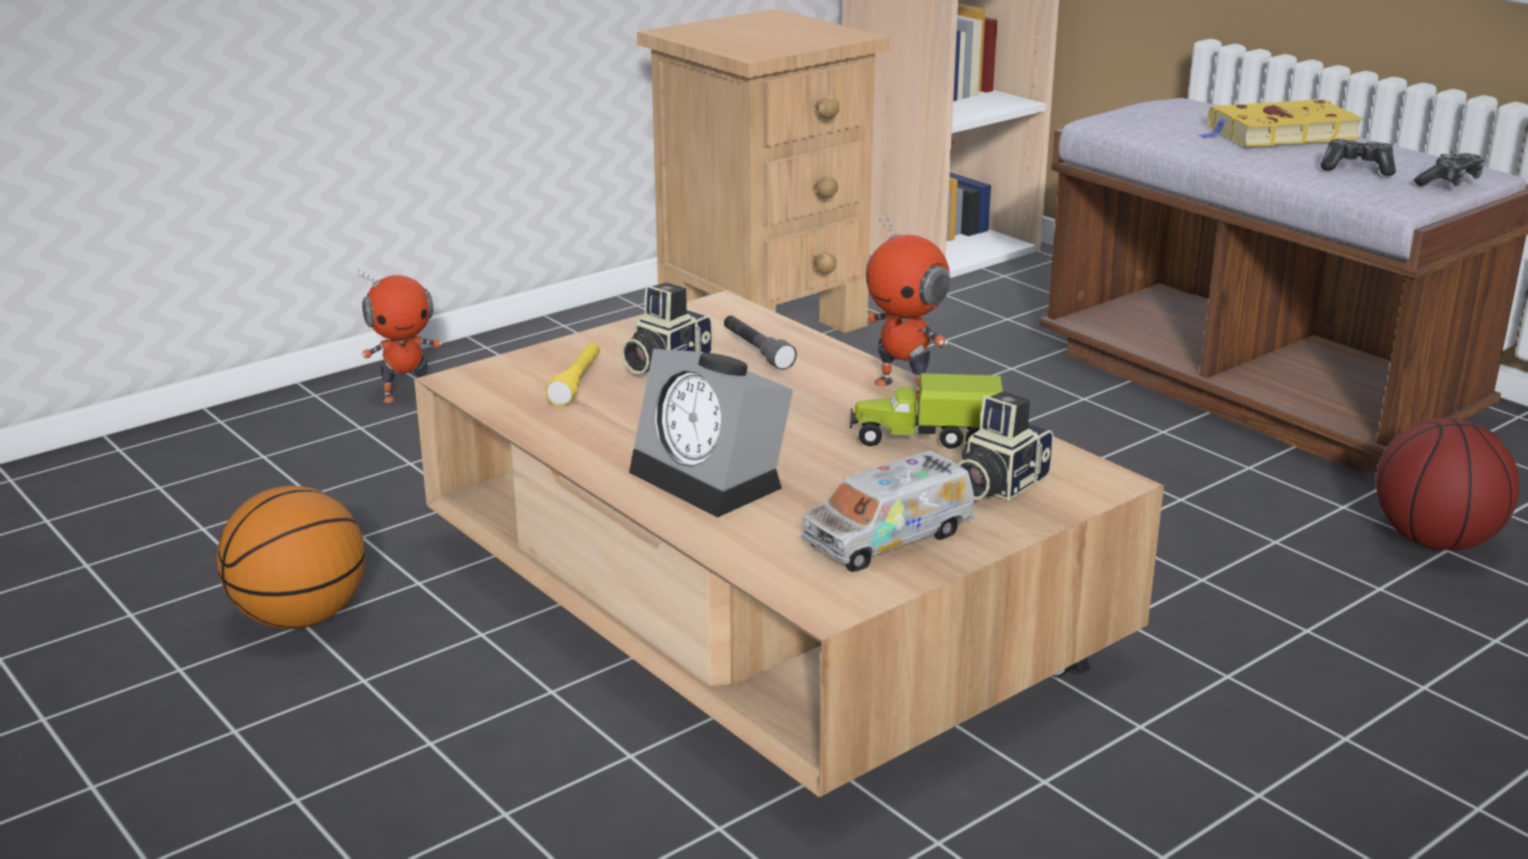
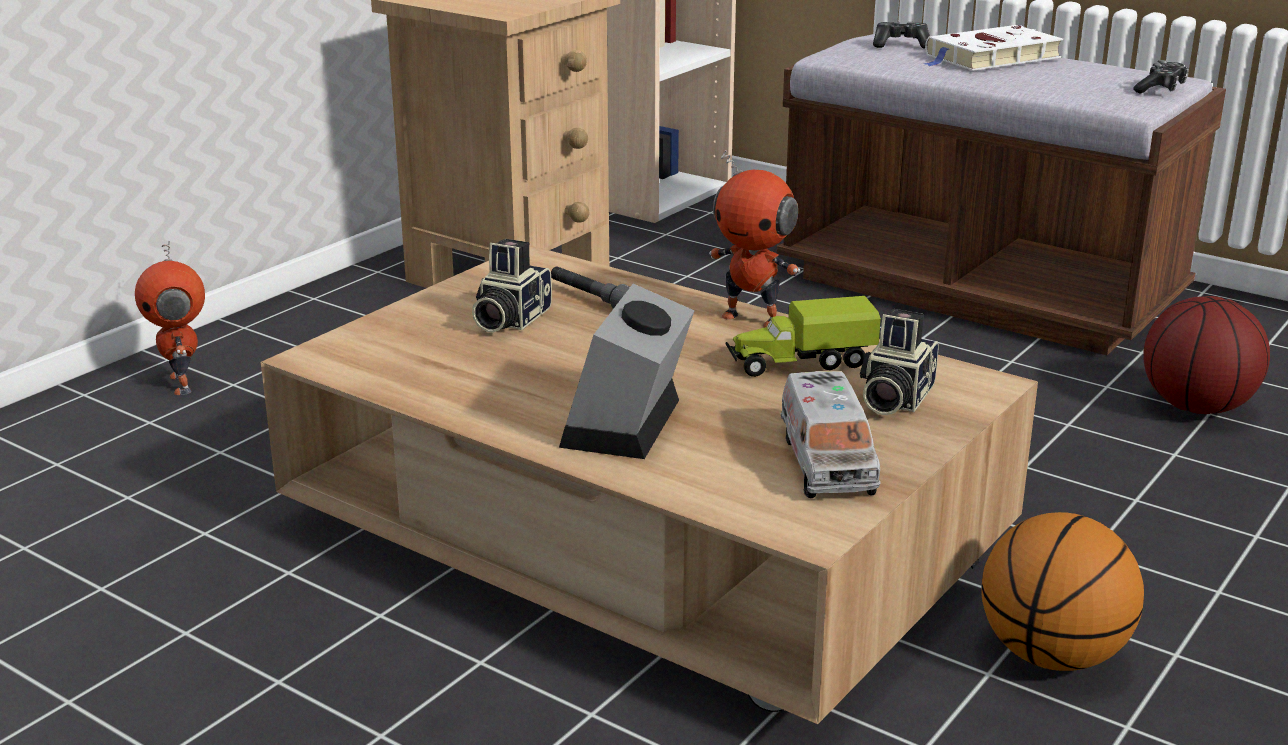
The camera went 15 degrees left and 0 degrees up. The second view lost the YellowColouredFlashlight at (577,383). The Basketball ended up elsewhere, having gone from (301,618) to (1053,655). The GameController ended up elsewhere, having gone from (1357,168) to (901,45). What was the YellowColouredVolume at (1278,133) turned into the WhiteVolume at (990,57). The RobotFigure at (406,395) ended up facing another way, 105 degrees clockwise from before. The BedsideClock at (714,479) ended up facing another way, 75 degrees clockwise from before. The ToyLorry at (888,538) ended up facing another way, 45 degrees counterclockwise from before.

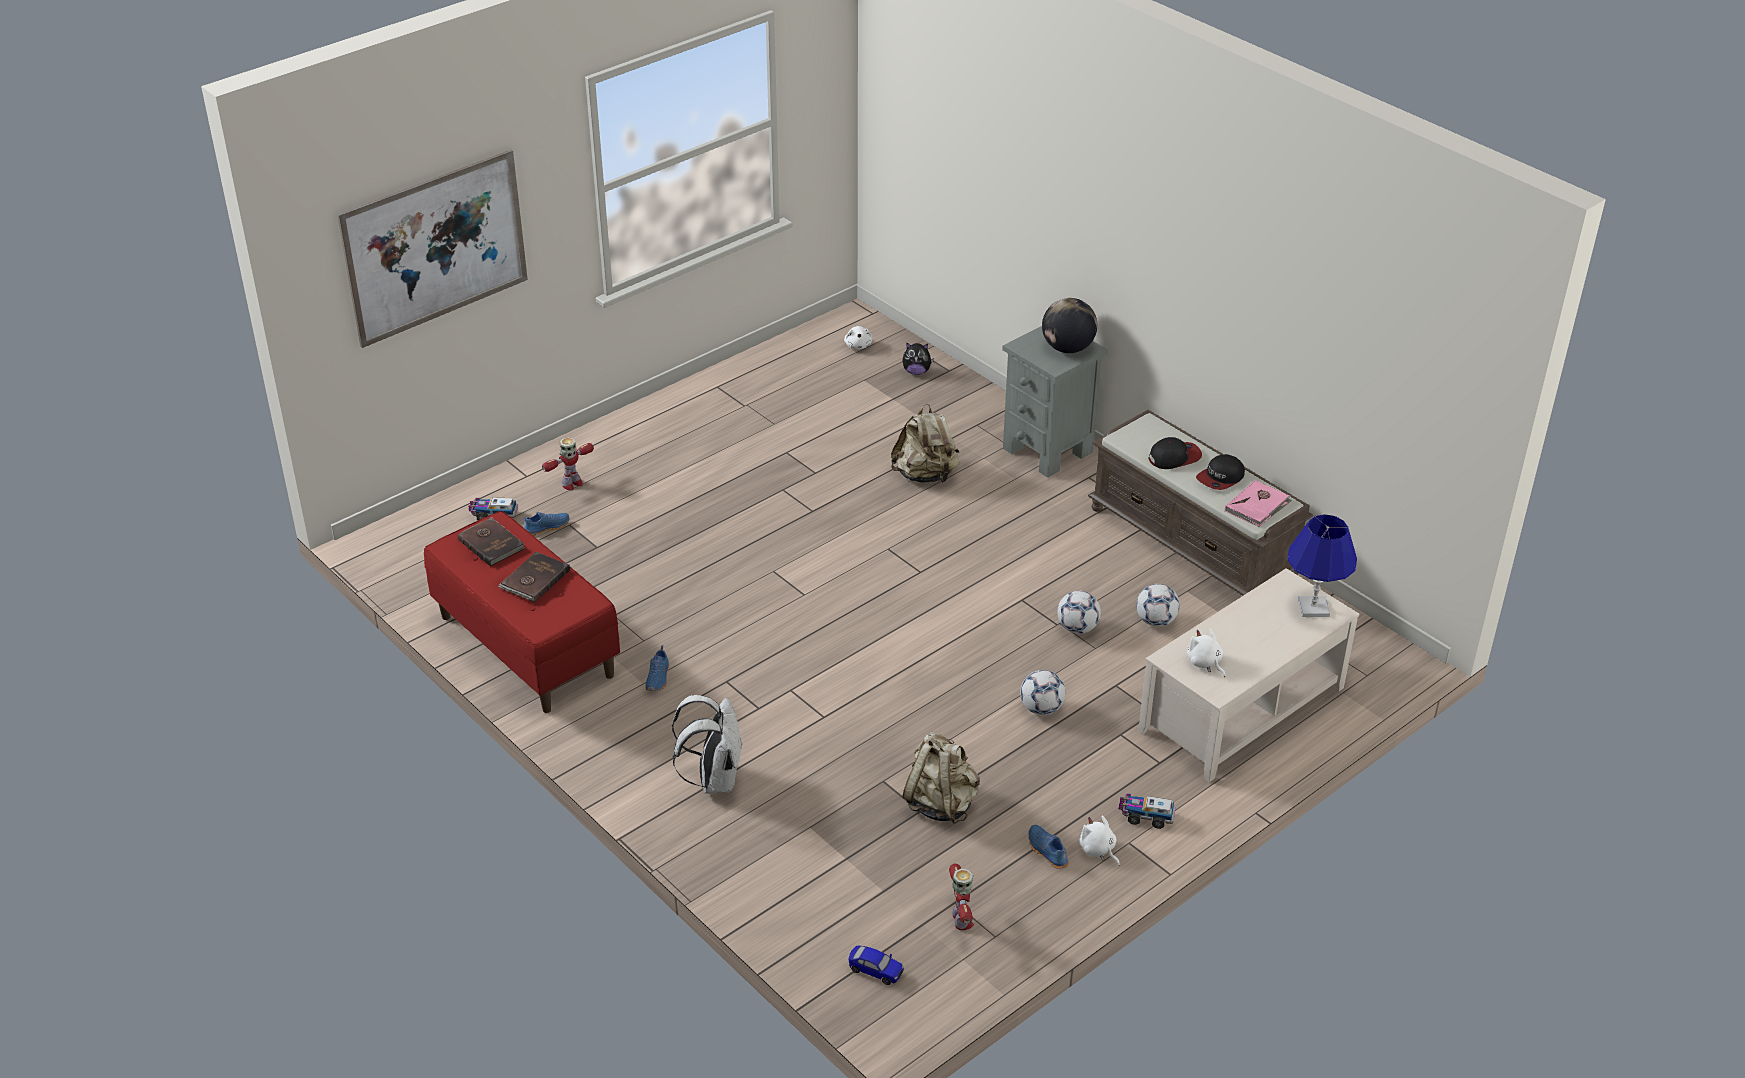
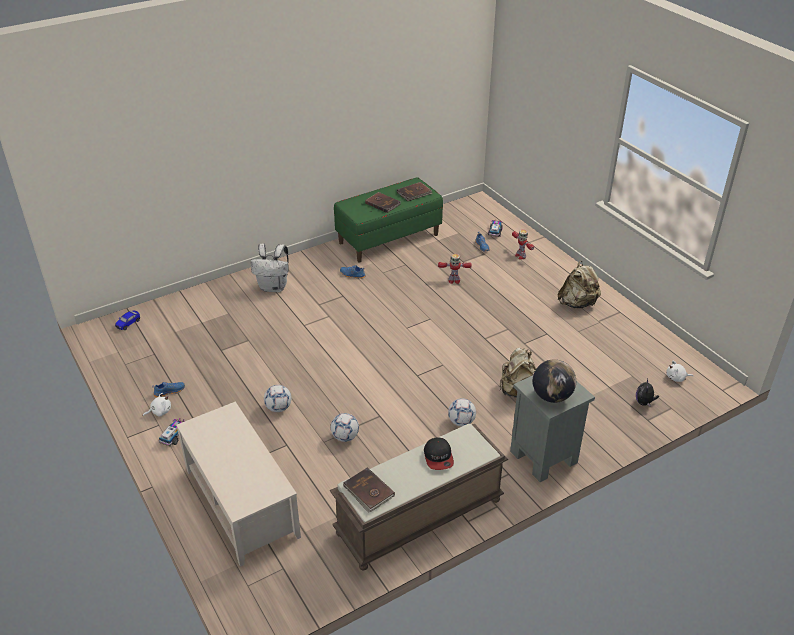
The camera went 100 degrees right and 0 degrees up. The second view lost the WallArt at (435,247). The second view lost the WhiteSoftToy at (1205,663). The second view lost the Cap at (1220,478). The second view lost the BluishTableLamp at (1313,607). The SandColouredBackpack ended up elsewhere, having gone from (941,803) to (577,303). The RobotFigure ended up elsewhere, having gone from (961,920) to (454,280). The FootballBall ended up elsewhere, having gone from (1155,621) to (461,422). What was the RedIndoorBench at (525,646) turned into the GreenishIndoorBench at (388,238). What was the PinkColouredVolume at (1257,506) turned into the BrownVolume at (368,491).

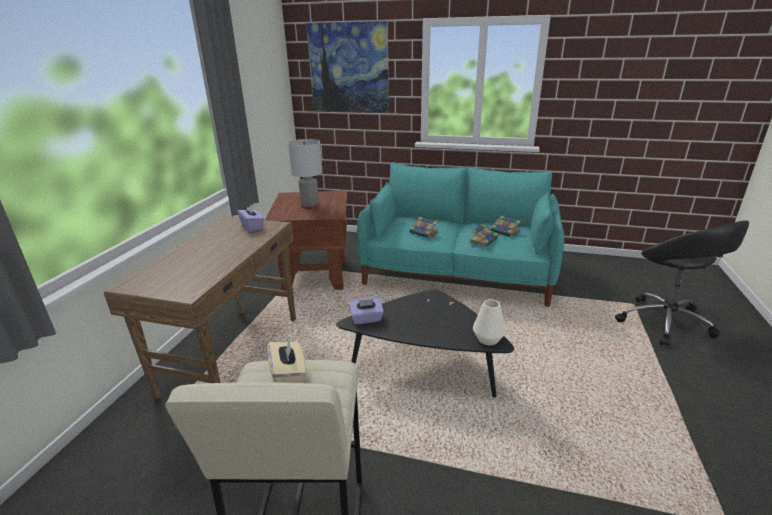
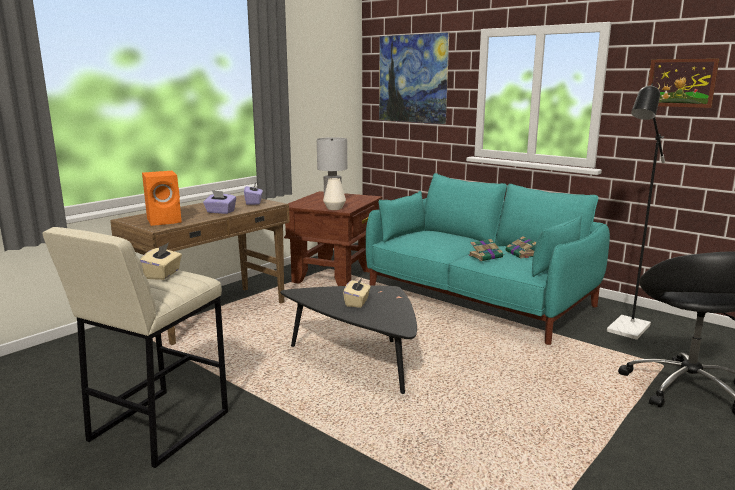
The camera went 25 degrees right and 10 degrees down. The second view lost the Volume at (424,233). The second view gained the OrangeySpeaker at (165,220). The second view gained the SandColouredTissueHolder at (357,302). The second view gained the BlackStandardLamp at (625,331). The second view gained the WallArt at (681,83). The PurpleColouredTissueHolder ended up elsewhere, having gone from (366,319) to (220,212). The WhiteDecorativeVase ended up elsewhere, having gone from (488,339) to (334,208).

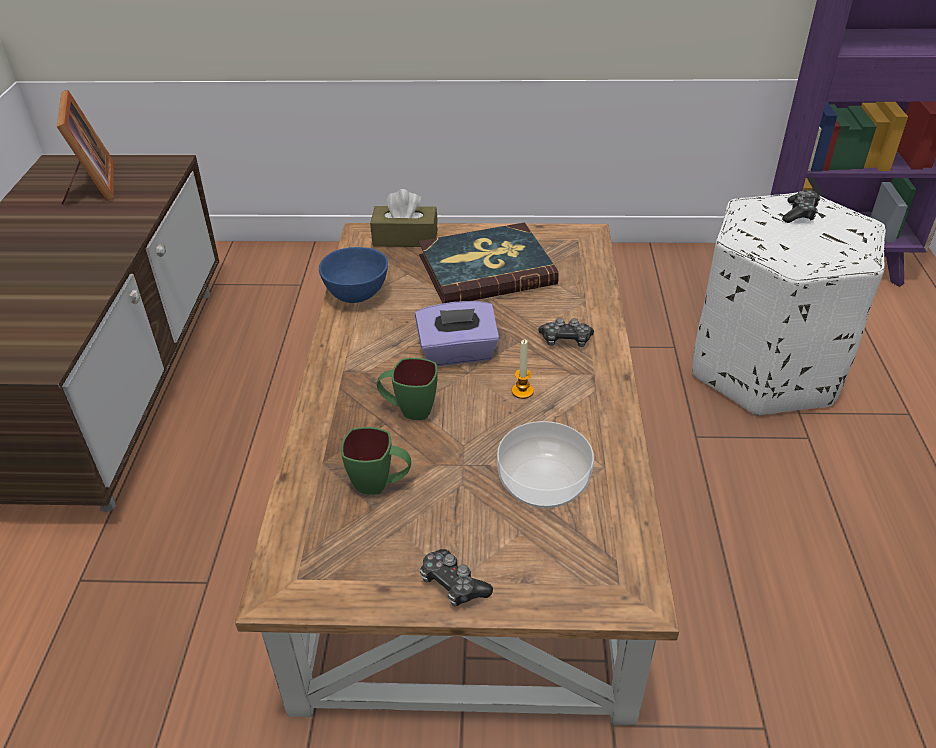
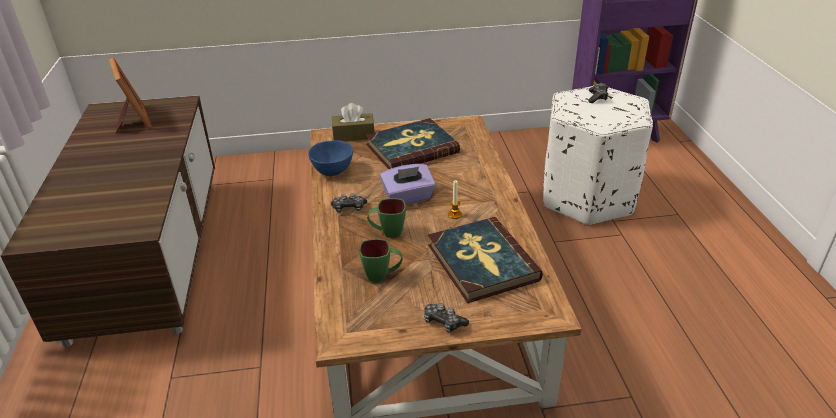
The camera went 10 degrees left and 5 degrees down. The GameController ended up elsewhere, having gone from (565,340) to (349,208). Where the DeepDish stood at (543,483), the Volume came to stand at (481,262).

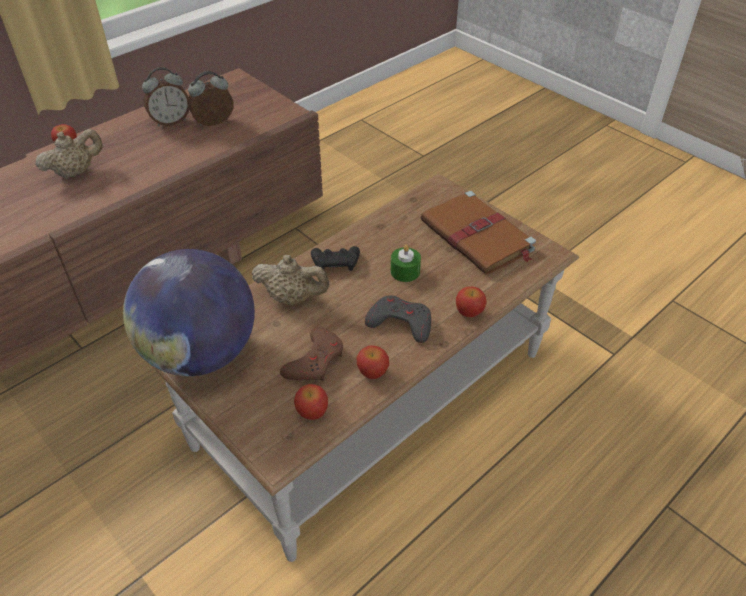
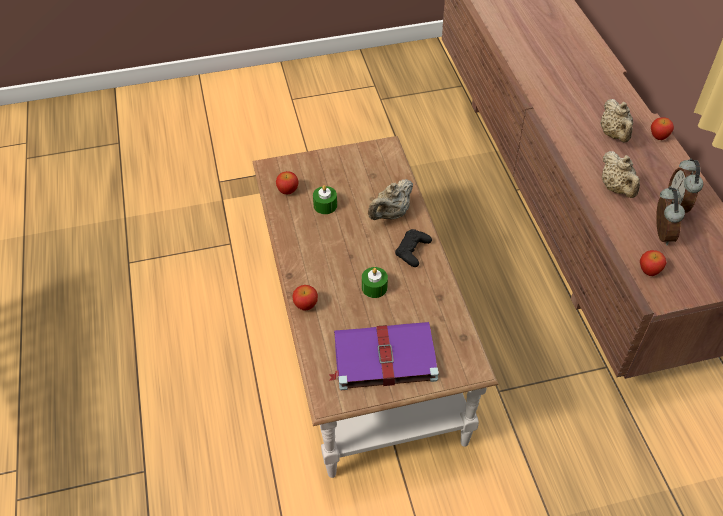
The camera went 120 degrees right and 5 degrees up. The second view lost the Globe at (201,353). The second view lost the GreyishGameController at (400,322). The second view gained the SandColouredPotForTea at (616,188). The Apple ended up elsewhere, having gone from (372,372) to (649,270). Where the BrownGameController stood at (315,361), the GreenishWaxLight came to stand at (325,205). What was the BrownVolume at (478,237) turned into the PurpleColouredVolume at (383,357).

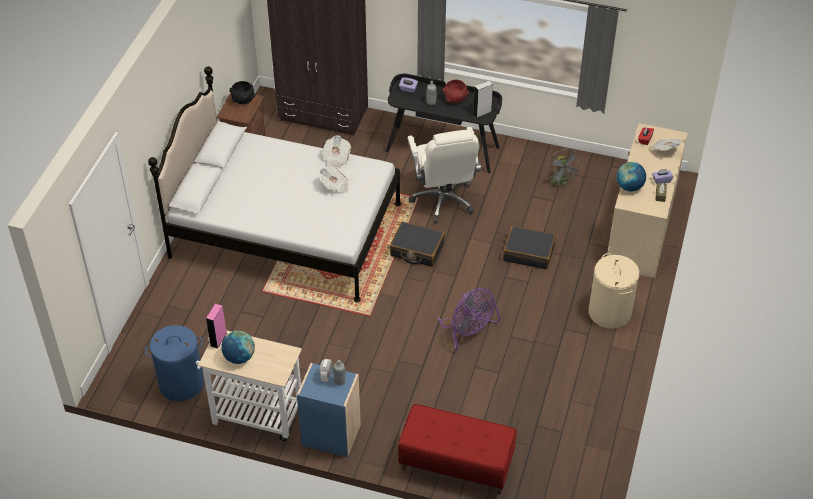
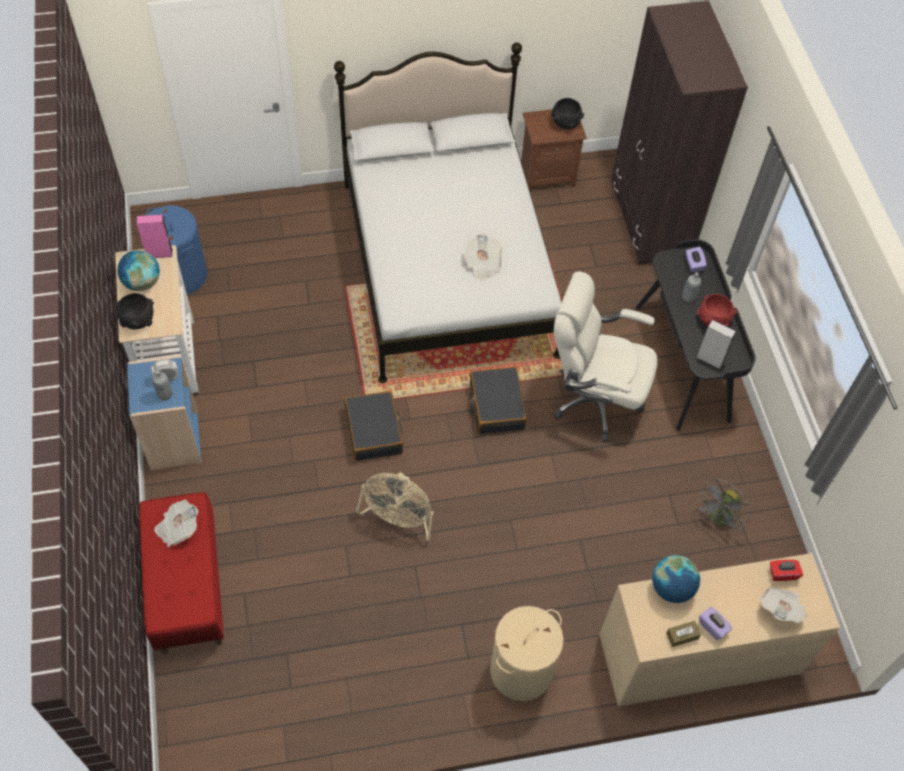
The camera went 60 degrees right and 10 degrees up. The second view gained the BlackDeepDish at (137,321). The DailyPaper ended up elsewhere, having gone from (336,158) to (178,528). The BlackPieceOfLuggage ended up elsewhere, having gone from (528,253) to (374,431). What was the PurpleColouredElectricFan at (467,331) turned into the SandColouredElectricFan at (398,513). The WhiteComputerChair at (443,201) ended up facing another way, 60 degrees clockwise from before.

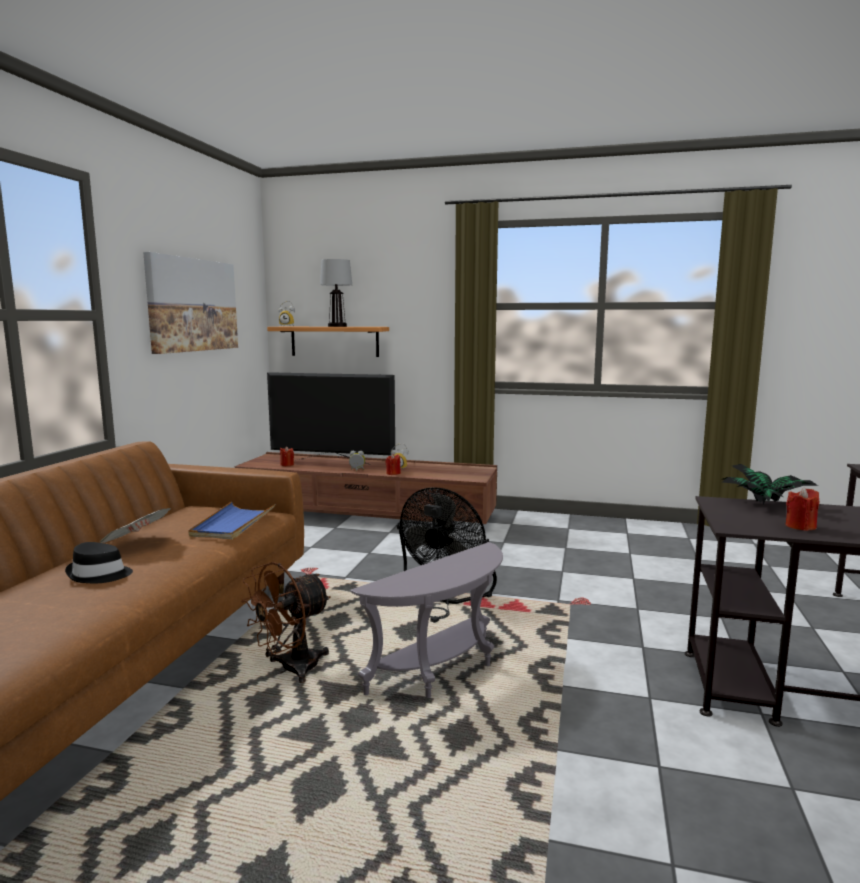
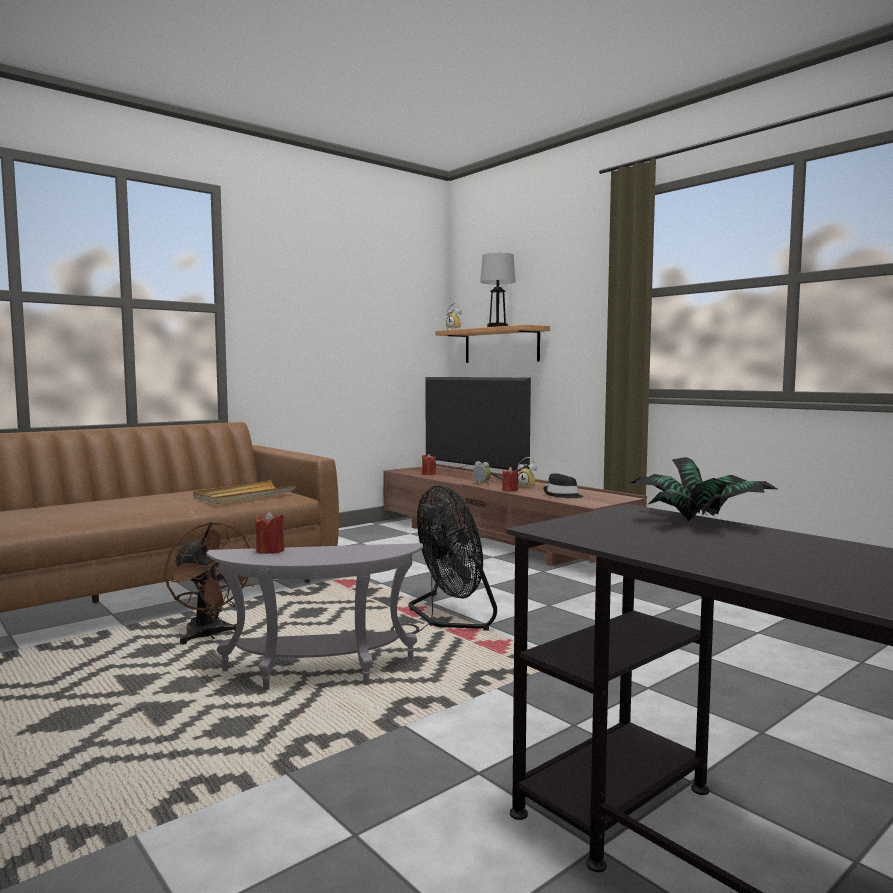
The camera went 35 degrees right and 5 degrees down. The second view lost the DailyPaper at (135,544). The second view lost the WallArt at (192,305). The BlackWearableHat ended up elsewhere, having gone from (99,575) to (562,495). The RedWaxLight ended up elsewhere, having gone from (800,526) to (270,551). What was the BluishTray at (233,524) turned into the SandColouredTray at (244,496). The BrownElectricFan at (291,669) ended up facing another way, 120 degrees counterclockwise from before.

